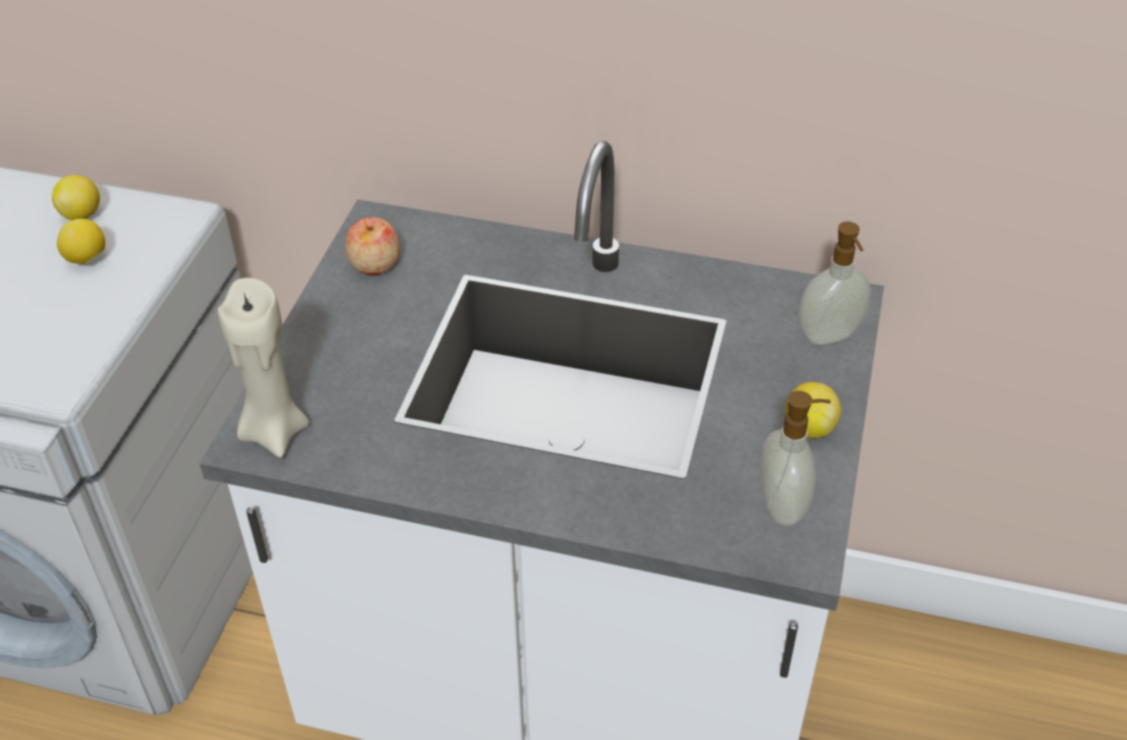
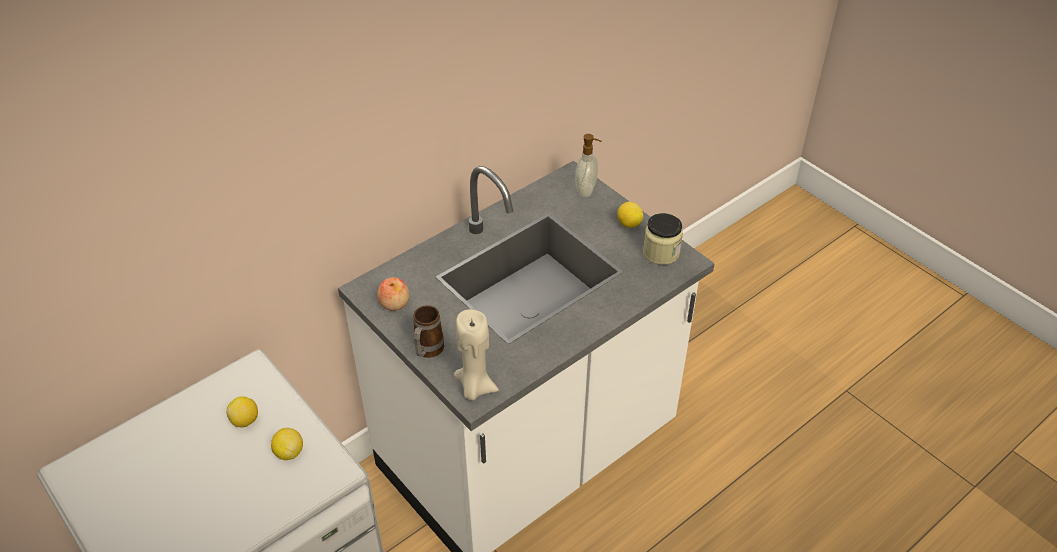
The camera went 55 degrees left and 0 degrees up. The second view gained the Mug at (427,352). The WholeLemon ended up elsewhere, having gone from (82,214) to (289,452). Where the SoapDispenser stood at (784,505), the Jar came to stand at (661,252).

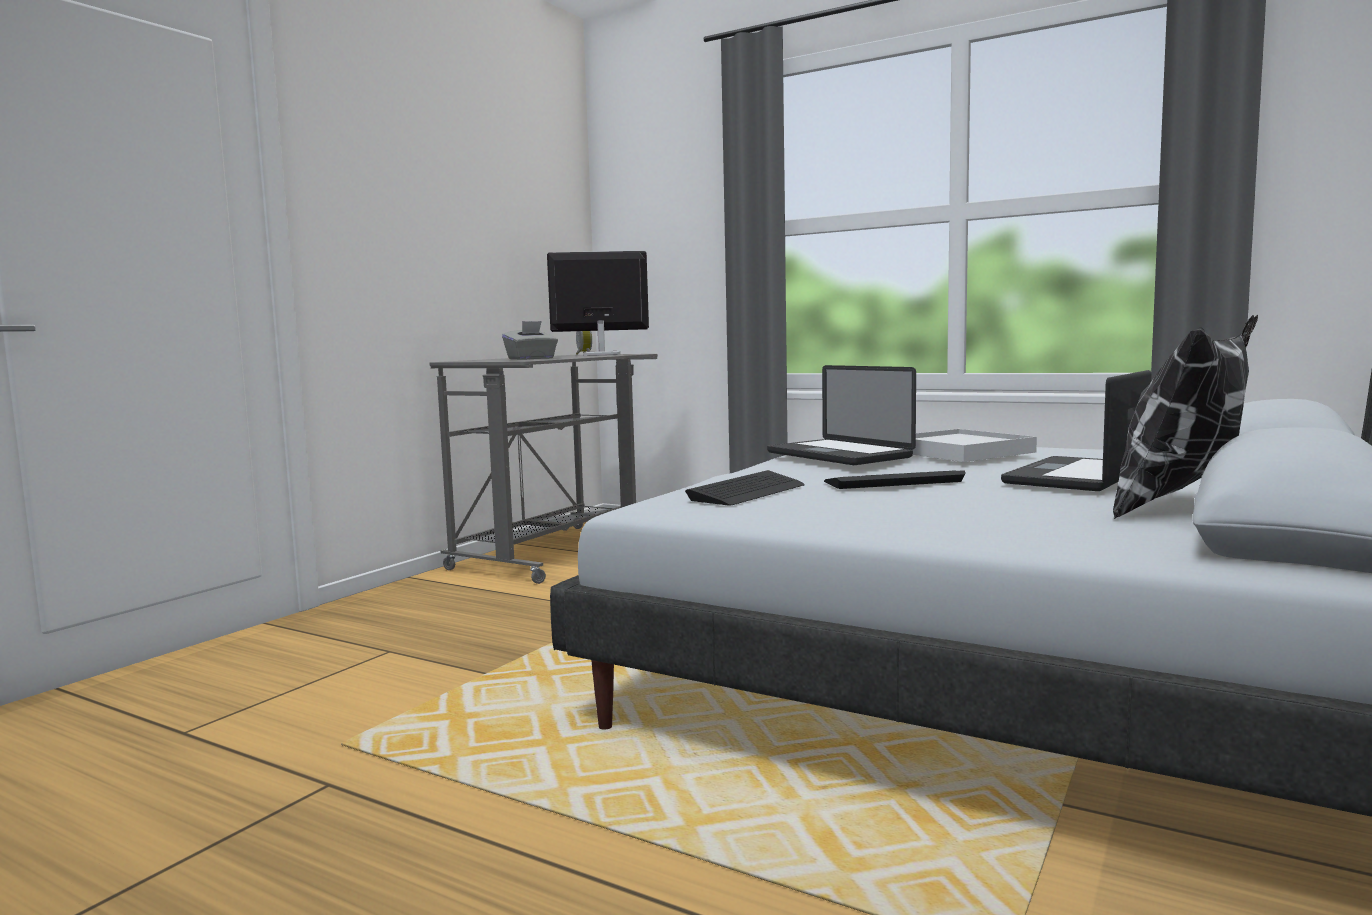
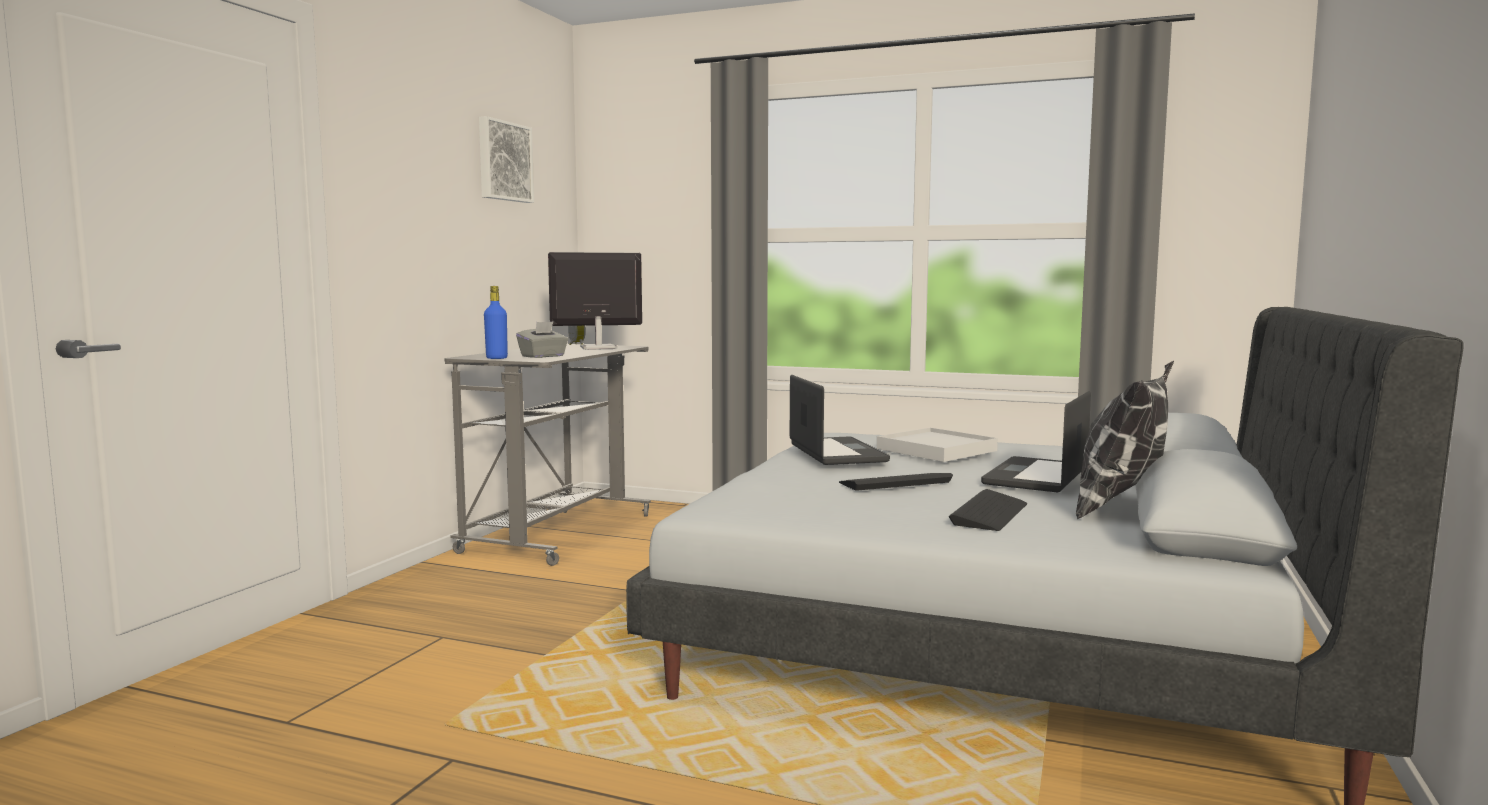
The camera went 10 degrees left and 0 degrees up. The second view gained the WallArt at (503,161). The second view gained the BluishBeverageBottle at (496,358). The ComputerKeyboard ended up elsewhere, having gone from (747,492) to (989,513). The Laptop at (838,455) ended up facing another way, 150 degrees counterclockwise from before.

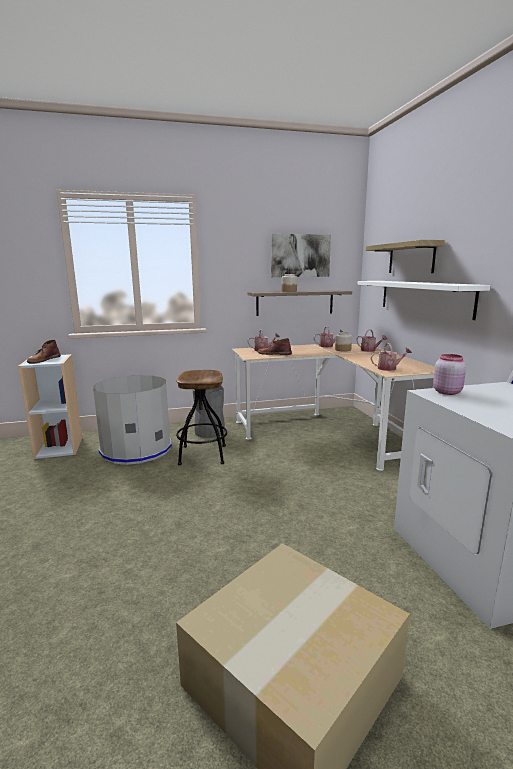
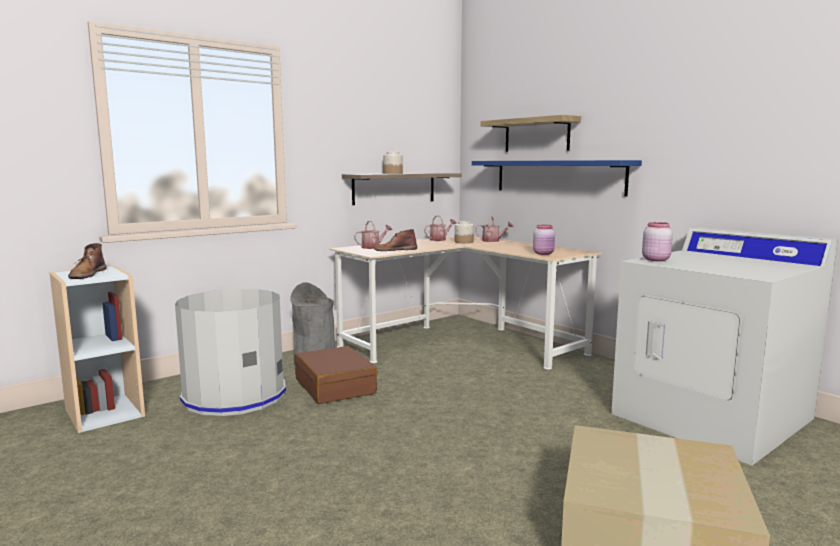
The camera went 25 degrees left and 5 degrees down. The second view lost the WallArt at (300,256). Where the BrownStool stood at (203,454), the BrownPieceOfLuggage came to stand at (335,386). Where the WateringPot stood at (389,368), the PinkColouredJar came to stand at (544,253). What was the WhiteBracketShelf at (423,297) turned into the BluishBracketShelf at (557,176).

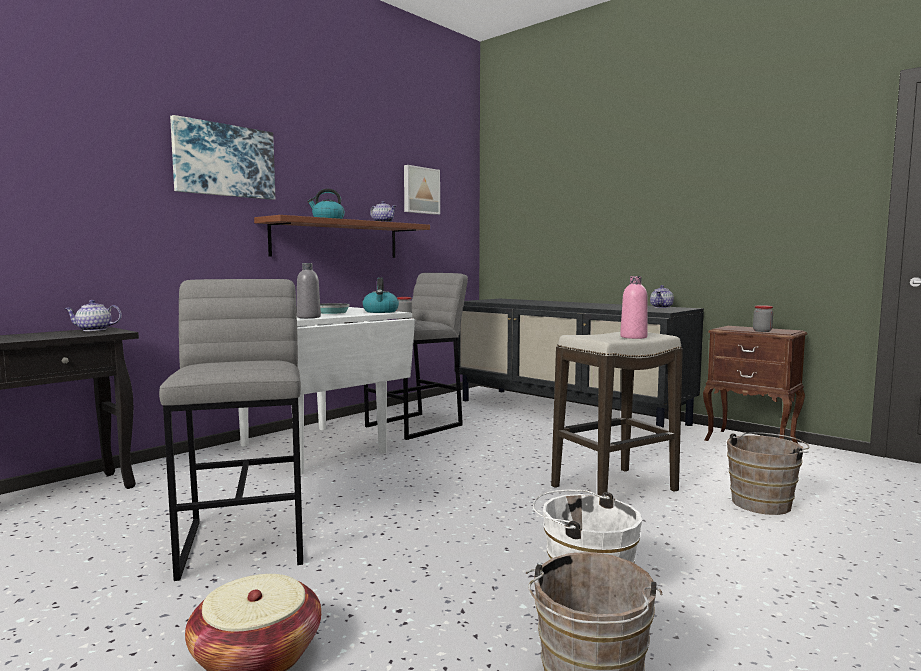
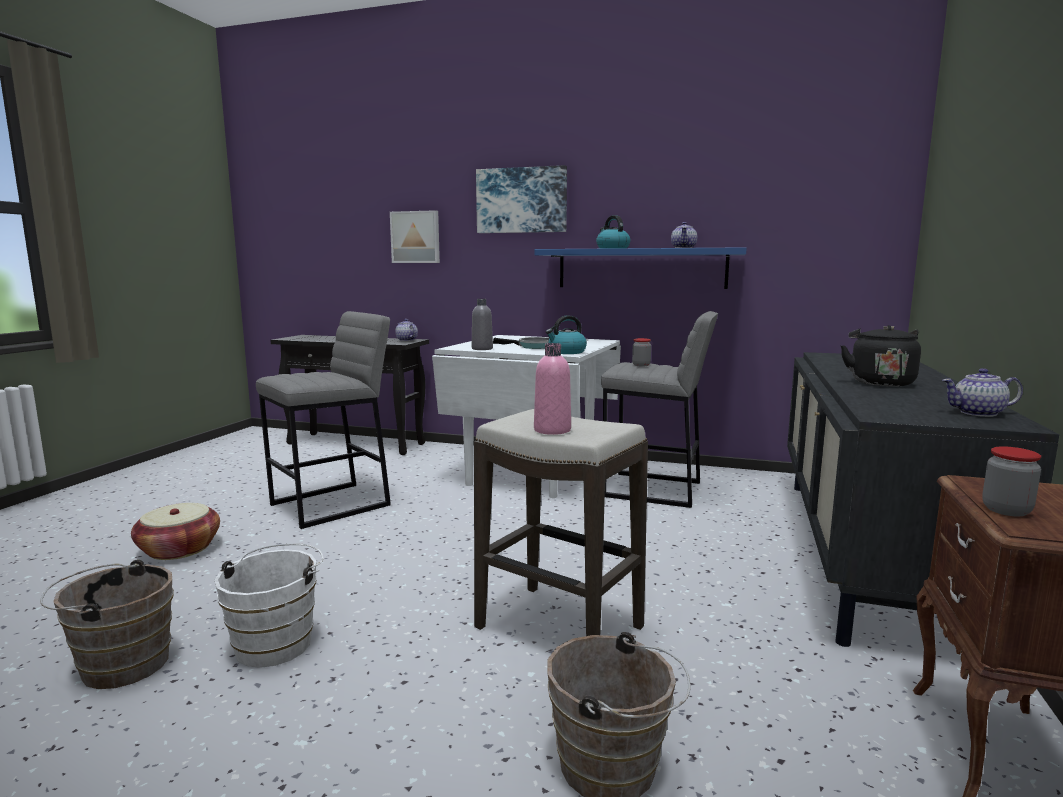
The camera went 65 degrees right and 5 degrees up. The second view gained the BlackTeaKettle at (879,382). The WallArt ended up elsewhere, having gone from (420,190) to (416,237). What was the BrownBracketShelf at (336,239) turned into the BluishBracketShelf at (641,268).

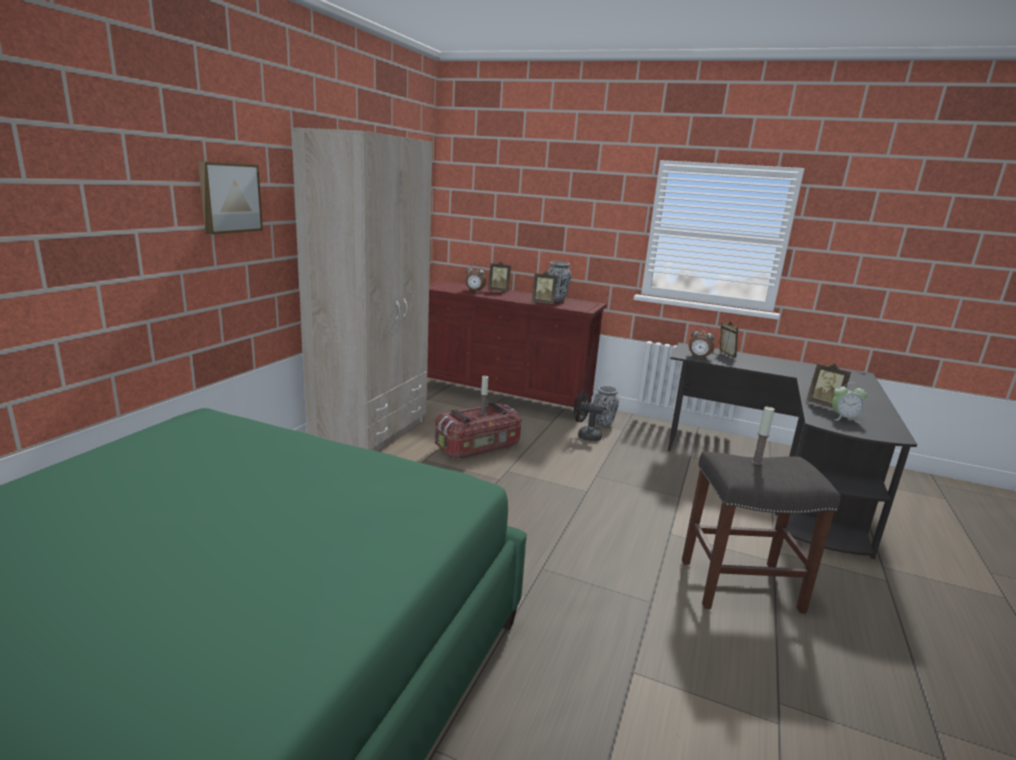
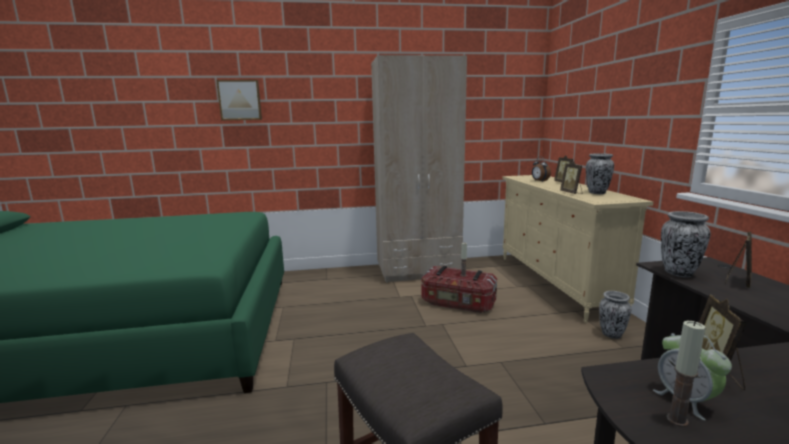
The camera went 60 degrees right and 5 degrees down. The second view lost the BlackElectricFan at (585,436). The WallArt ended up elsewhere, having gone from (229,197) to (240,100). The WaxLight ended up elsewhere, having gone from (757,462) to (677,420). Where the BedsideClock stood at (698,358), the DecorativeVase came to stand at (678,273). What was the RedDrawerChest at (503,398) turned into the SandColouredDrawerChest at (555,283).

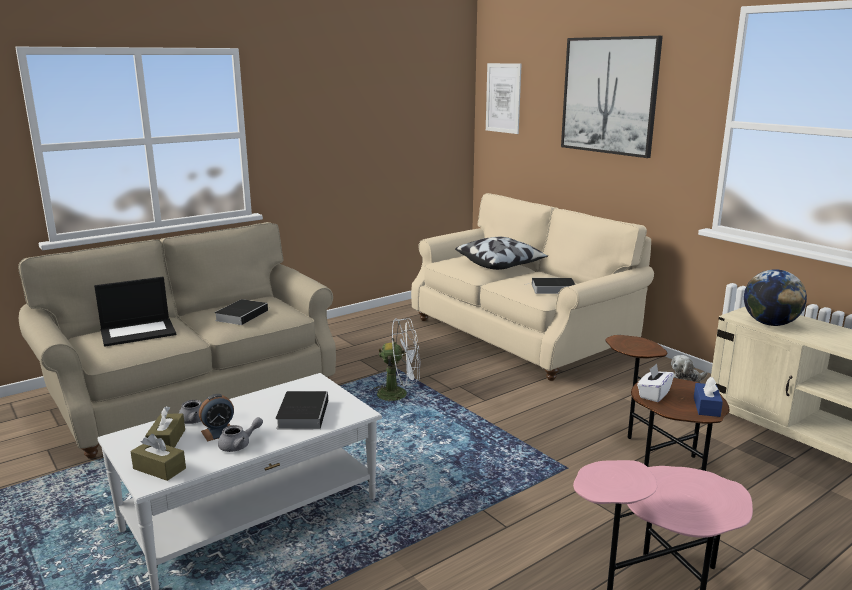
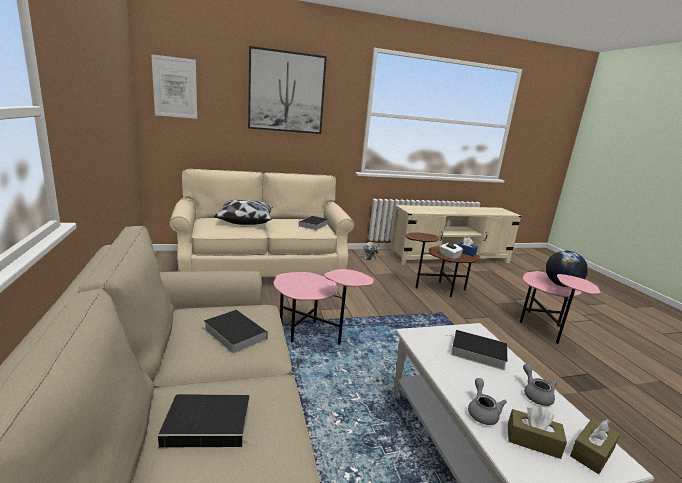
The camera went 70 degrees left and 0 degrees up. The second view lost the BedsideClock at (218,432). The Globe ended up elsewhere, having gone from (770,324) to (561,285). Where the Laptop stood at (139,332), the Volume came to stand at (210,424). Where the WhiteElectricFan stood at (399,394), the PinkColouredSideTable came to stand at (312,334).

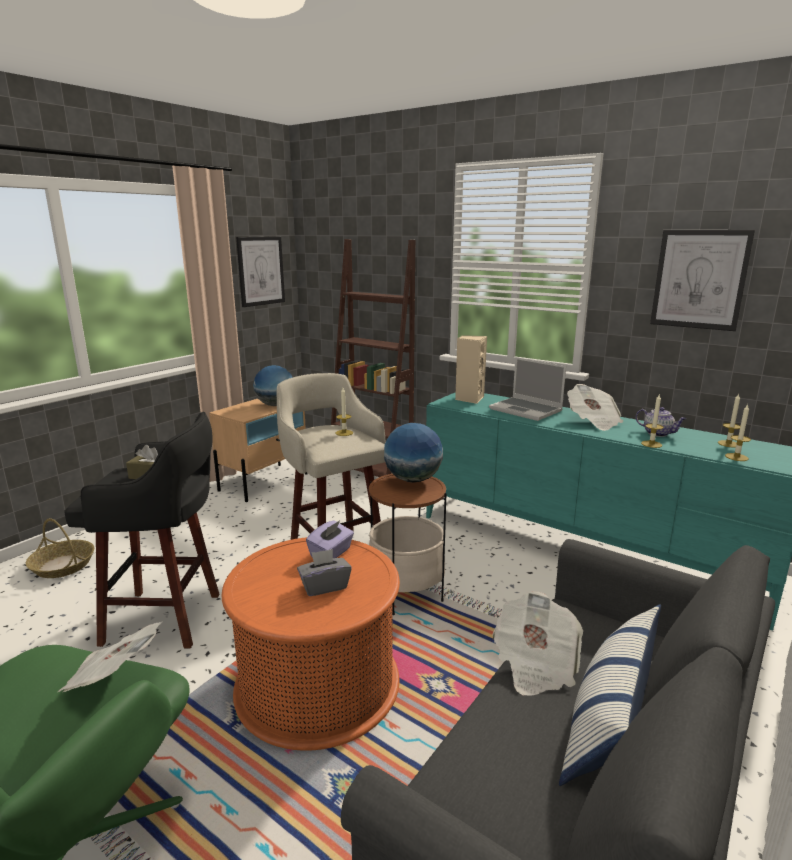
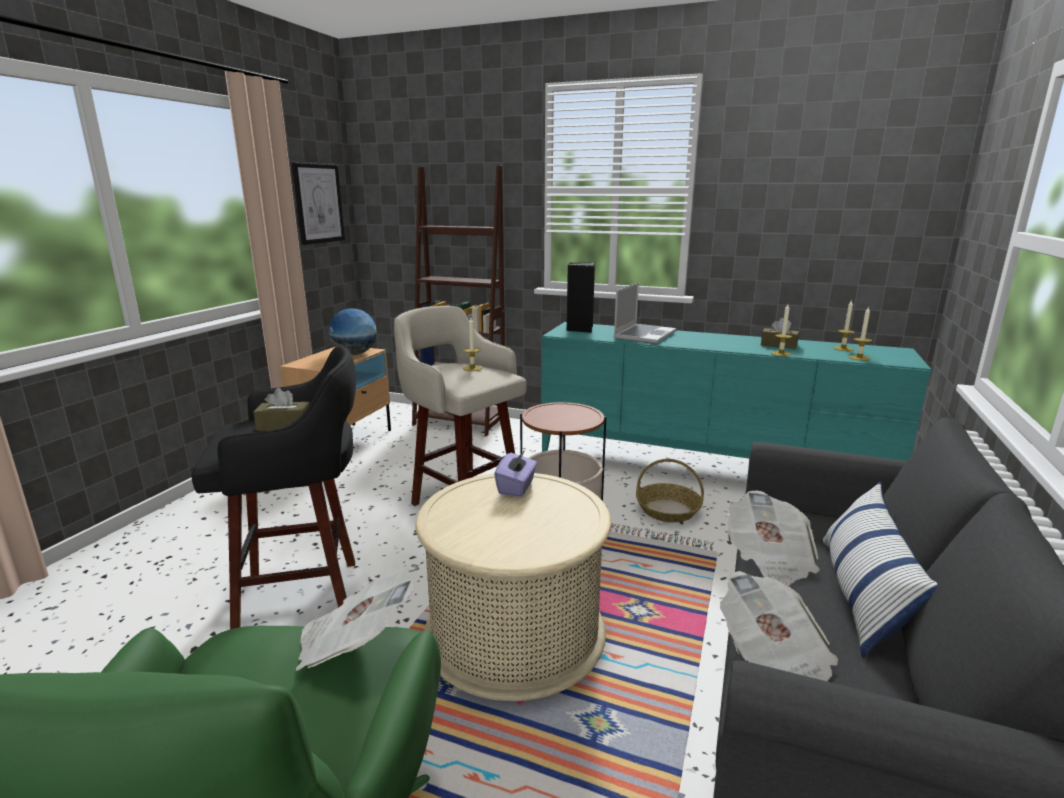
The camera went 15 degrees left and 0 degrees up. The second view lost the GreyishTissueHolder at (324,586). The second view lost the Globe at (413,479). The second view lost the WallArt at (699,279). The Basket ended up elsewhere, having gone from (63,566) to (668,510). The DailyPaper ended up elsewhere, having gone from (593,421) to (775,660). Where the PotForTea stood at (658,433), the BrownTissueHolder came to stand at (778,345). What was the OrangeyLowTable at (317,683) turned into the SandColouredLowTable at (515,631). What was the SandColouredSpeaker at (469,399) turned into the BlackSpeaker at (580,329). The Laptop at (526,410) ended up facing another way, 90 degrees counterclockwise from before.

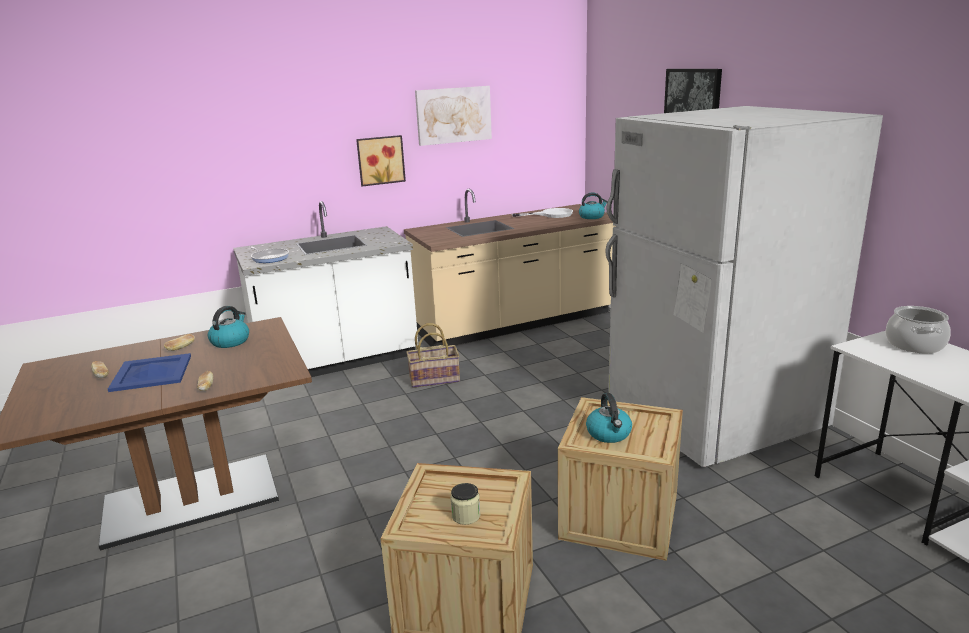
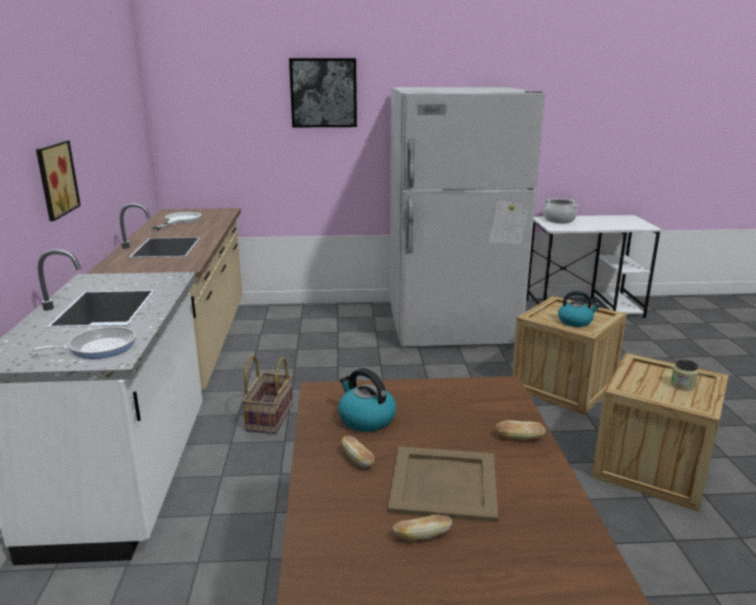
The camera went 70 degrees left and 0 degrees up. The second view lost the WallArt at (453,115). The second view lost the TeaKettle at (592,217). What was the BluishTray at (152,373) turned into the SandColouredTray at (445,483).

